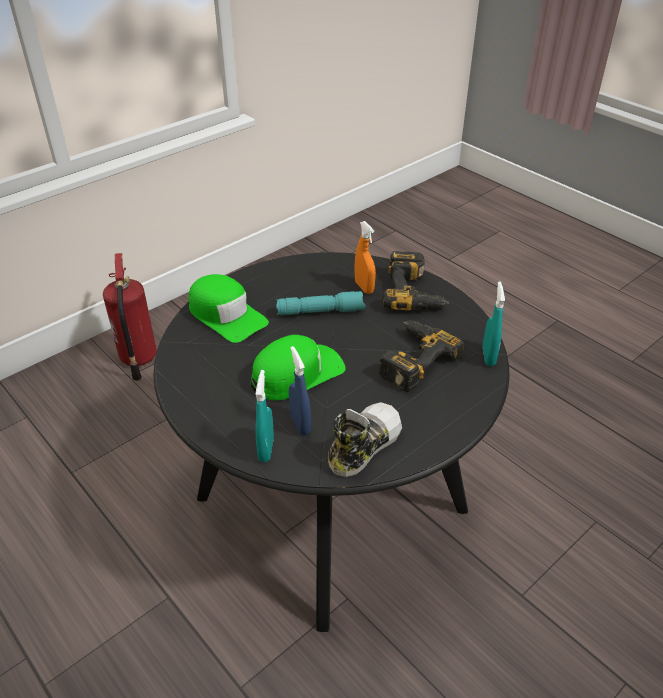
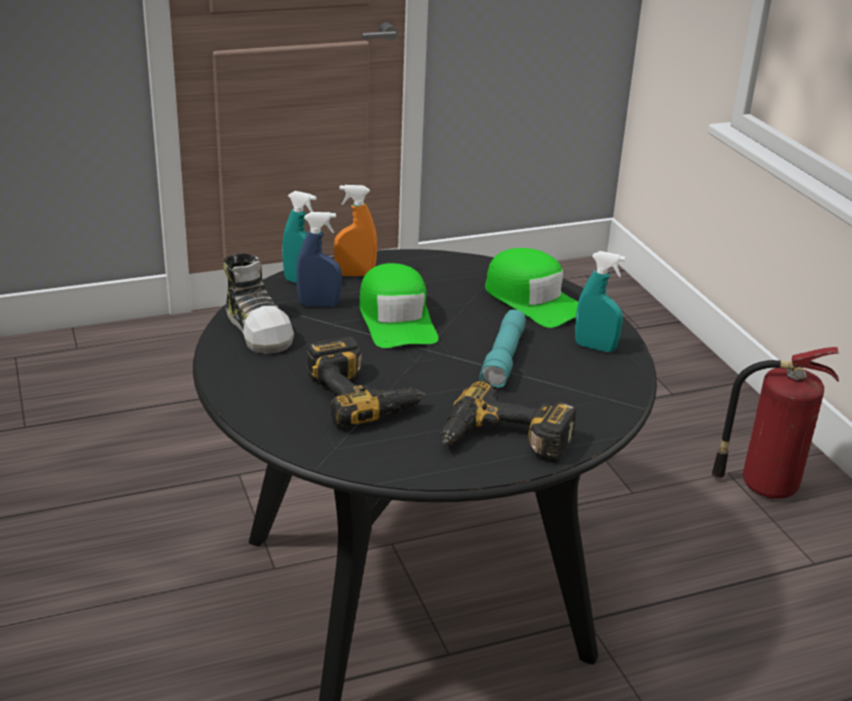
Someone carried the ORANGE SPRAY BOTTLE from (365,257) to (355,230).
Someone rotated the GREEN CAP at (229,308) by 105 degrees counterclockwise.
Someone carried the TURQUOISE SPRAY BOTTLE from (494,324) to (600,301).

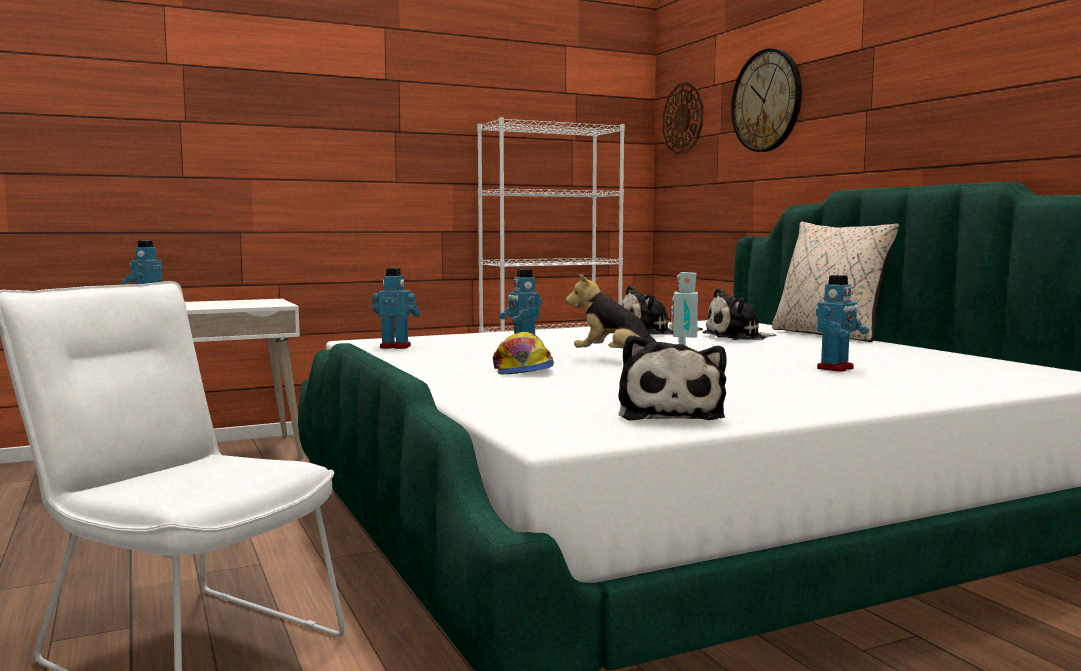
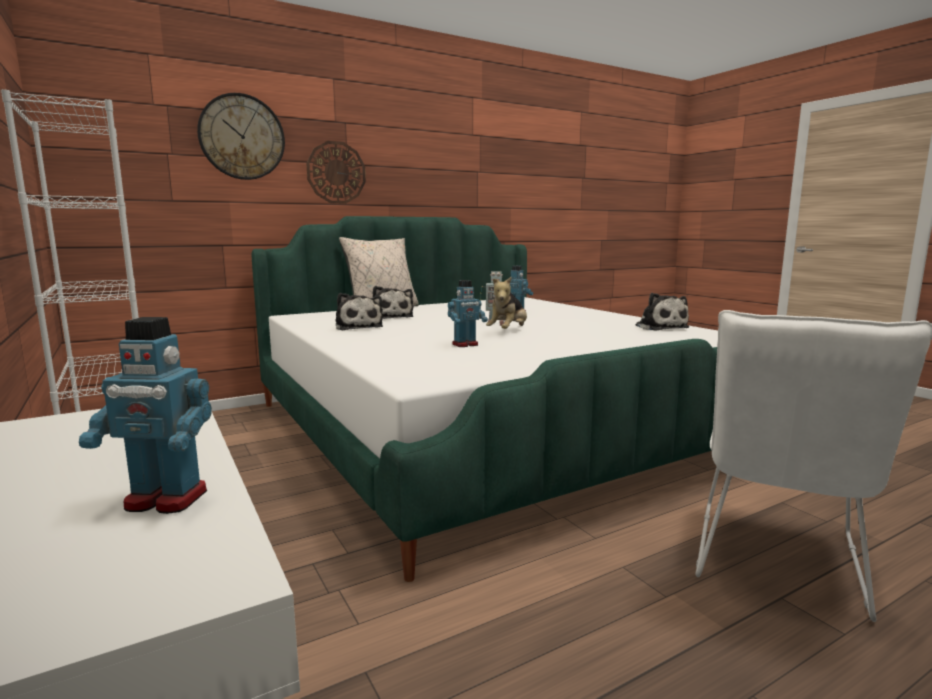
Someone carried the WALL CLOCK from (683,118) to (336,172).
Someone took away the TOY ROBOT at (396,308).
Someone took away the CAP at (523,353).
Someone rotated the PLUSH TOY at (672,377) by 75 degrees clockwise.

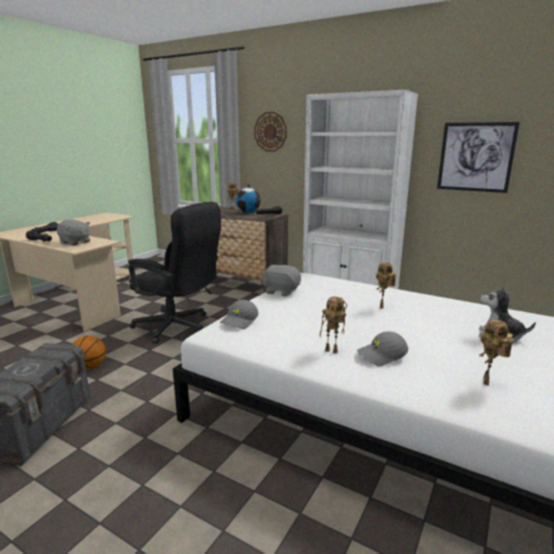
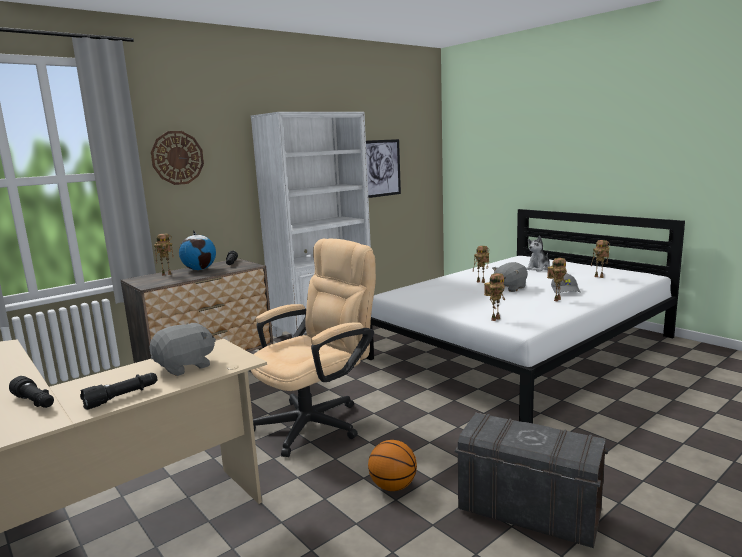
Someone repainted the BLACK OFFICE CHAIR at (174,273), which became the BEIGE OFFICE CHAIR at (313,347).
Someone carried the GREY PLUSH TOY from (281,280) to (509,277).
Someone swapped the GREY CAP at (239,314) for the TOY ROBOT at (494,297).

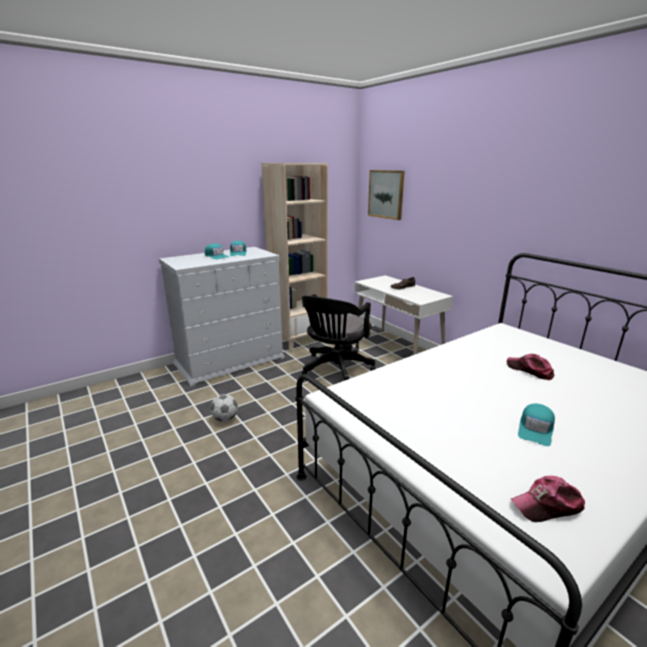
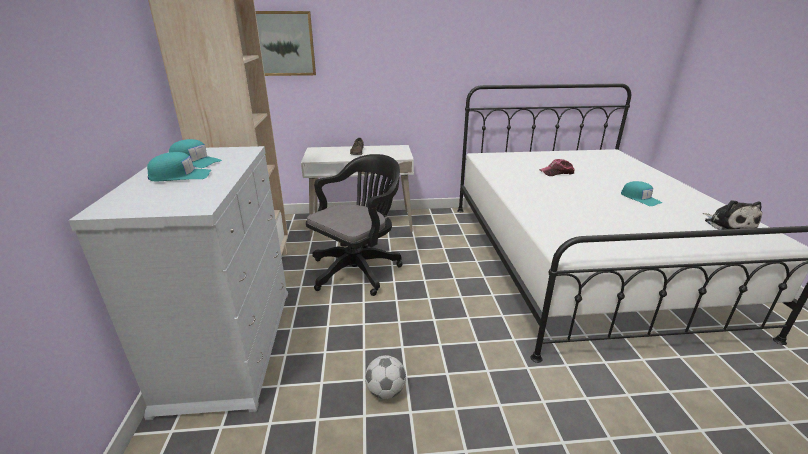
Someone rotated the BLACK OFFICE CHAIR at (338,338) by 105 degrees counterclockwise.
Someone swapped the CAP at (548,499) for the PLUSH TOY at (732,215).

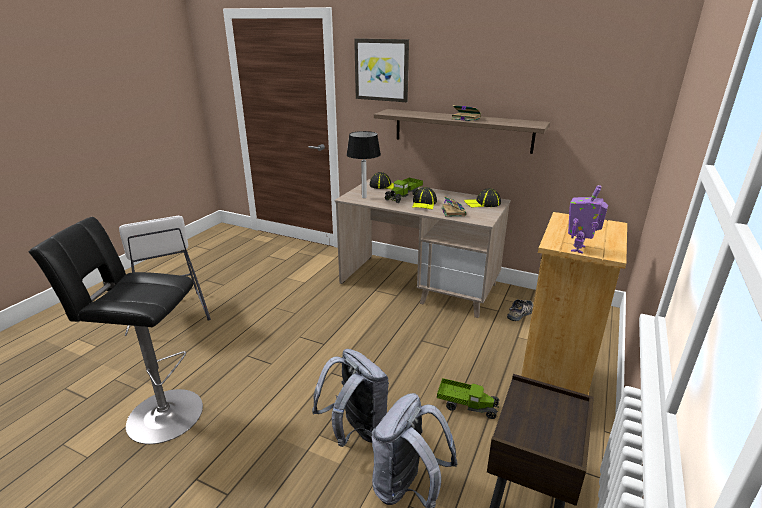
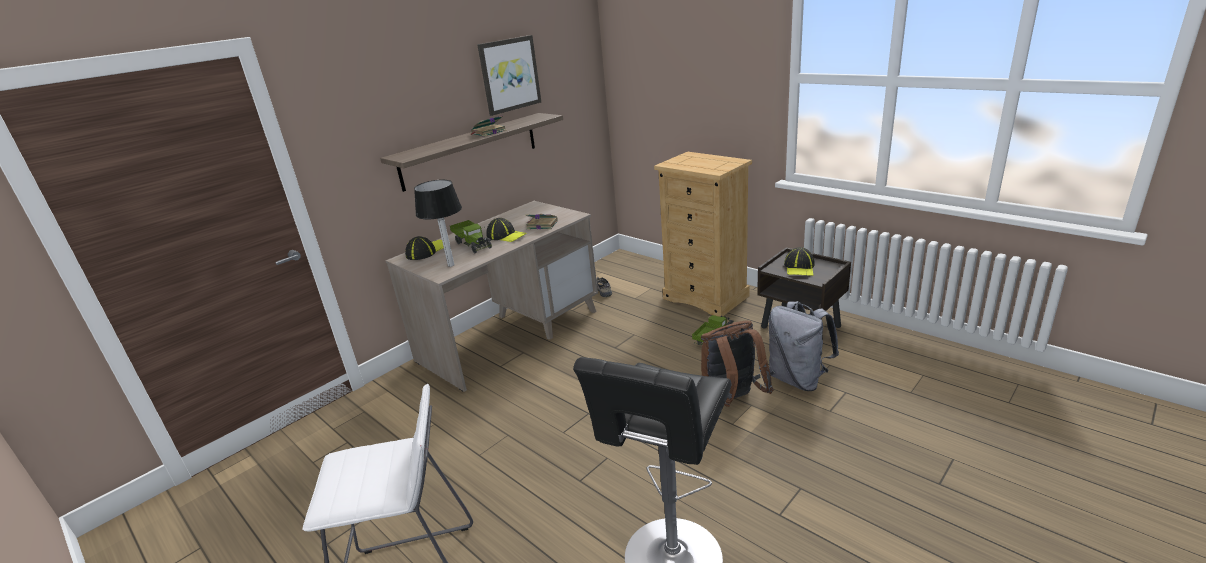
Someone carried the PICTURE from (381,70) to (509,75).
Someone took away the TOY ROBOT at (588,219).
Someone carried the CAP from (482,198) to (799,261).
Someone repainted the GREY BACKPACK at (350,398), which became the BROWN BACKPACK at (737,364).

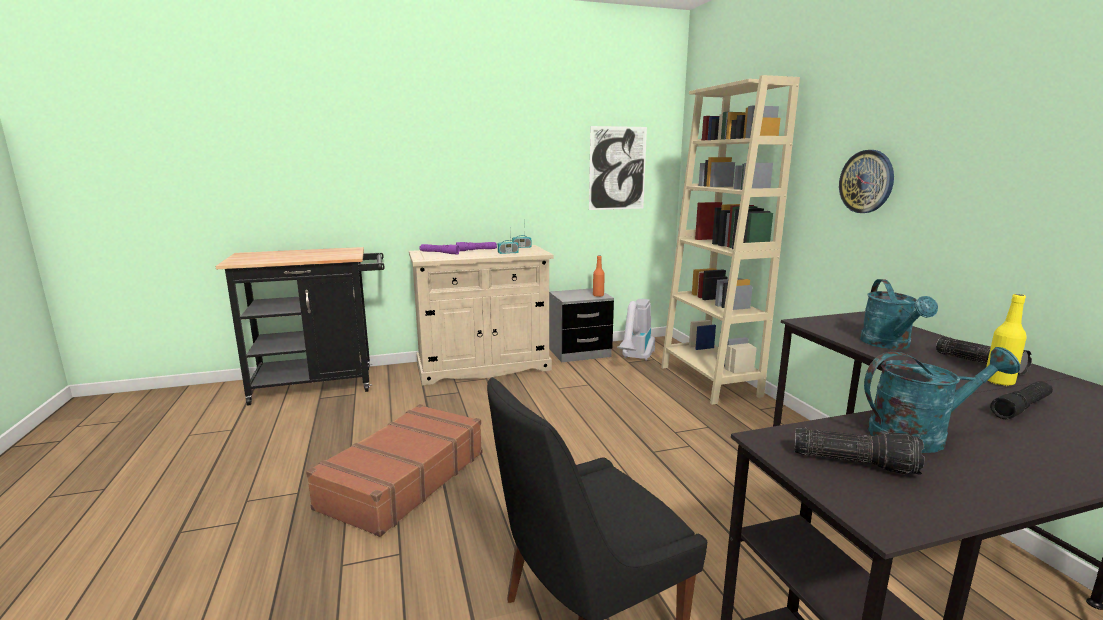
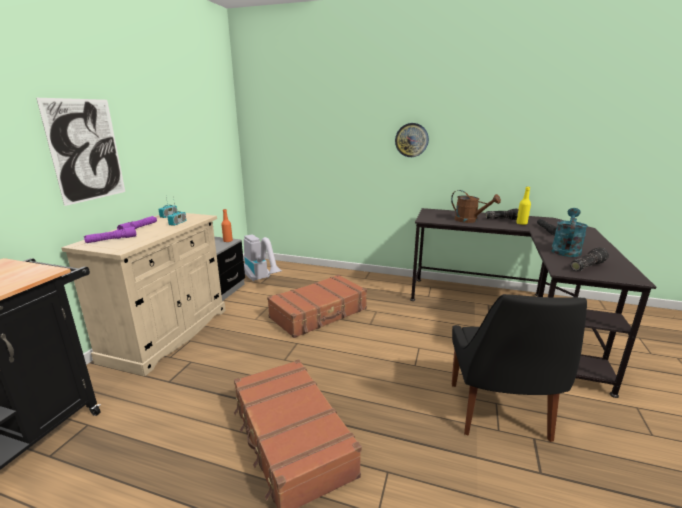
Someone took away the BEIGE BOOKCASE at (730,240).
Someone carried the PICTURE from (618,168) to (80,152).
Someone repainted the TURQUOISE WATERING CAN at (899,314), which became the BROWN WATERING CAN at (476,206).
Someone put down the BROWN SUITCASE at (317,306).

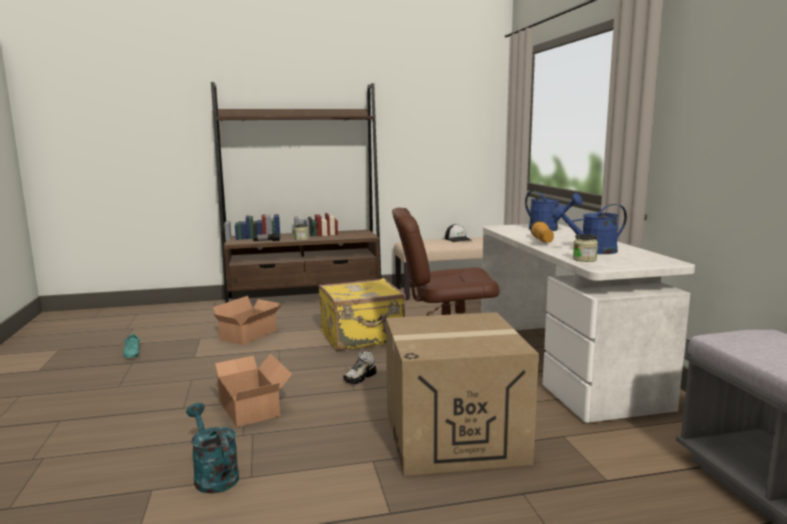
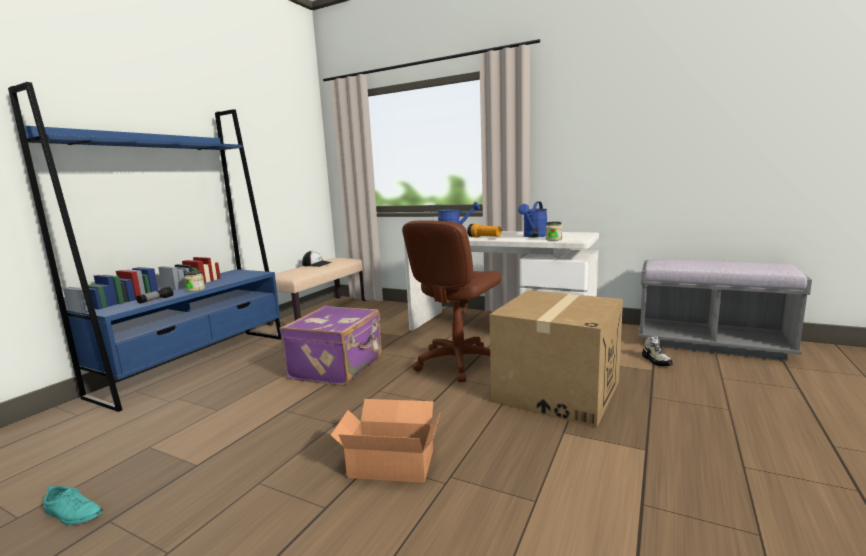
Someone repainted the BROWN BOOKCASE at (296,192), which became the BLUE BOOKCASE at (144,247).
Someone repainted the YELLOW SUITCASE at (362,314), which became the PURPLE SUITCASE at (330,346).
Someone took away the CARDBOARD BOX at (247,320).
Someone carried the SHOE from (359,367) to (657,351).
Someone took away the TURQUOISE WATERING CAN at (212,448).

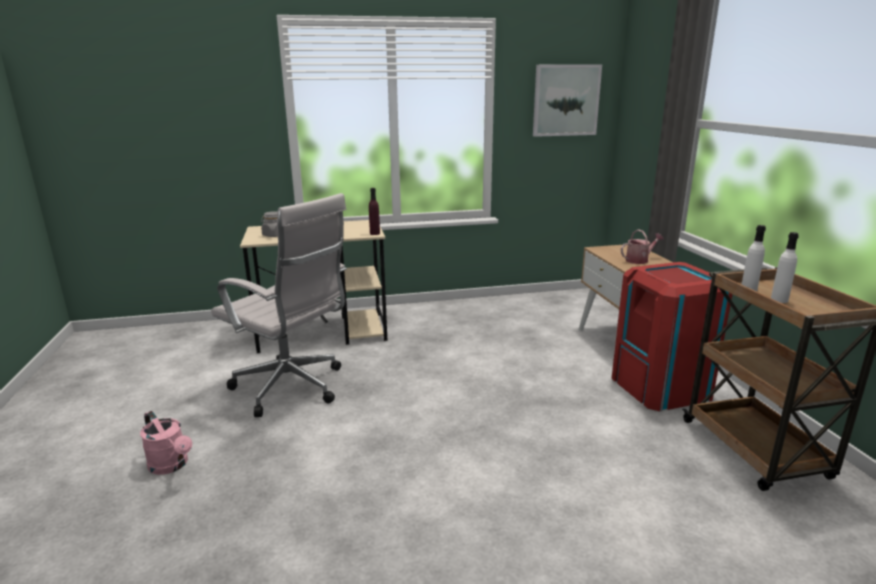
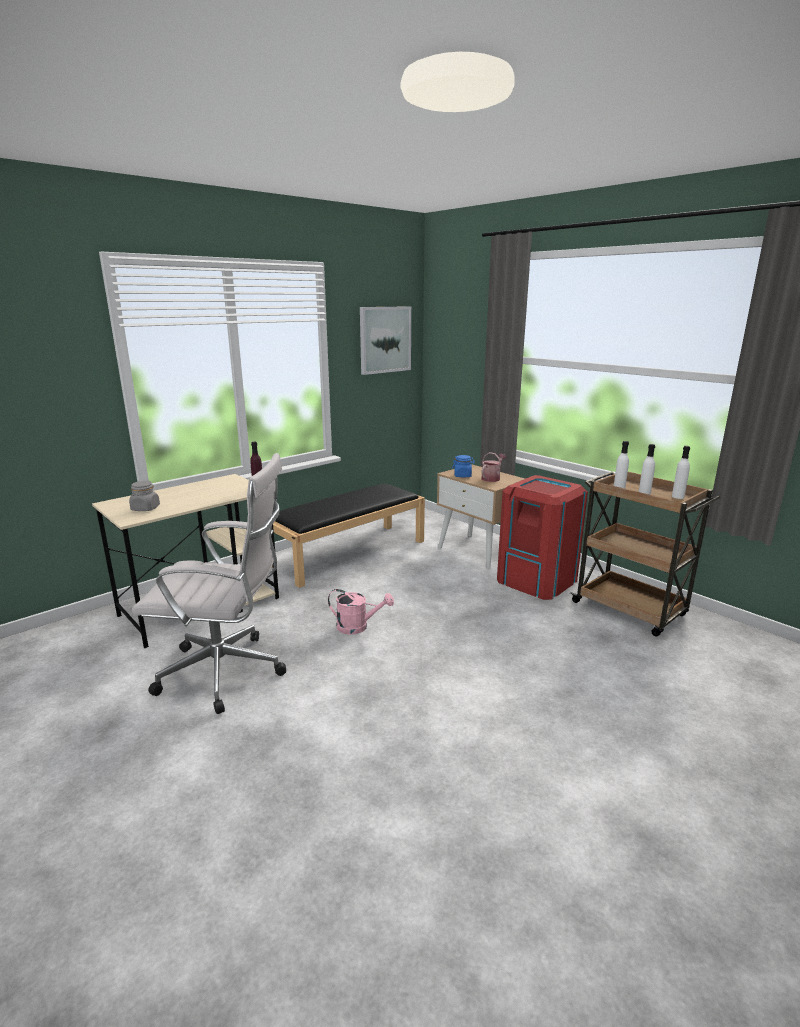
Someone carried the PINK WATERING CAN from (166,443) to (361,612).
Someone put down the WHITE BOTTLE at (681,472).
Someone put down the BLUE JAR at (463,466).
Someone put down the BLACK BENCH at (348,536).

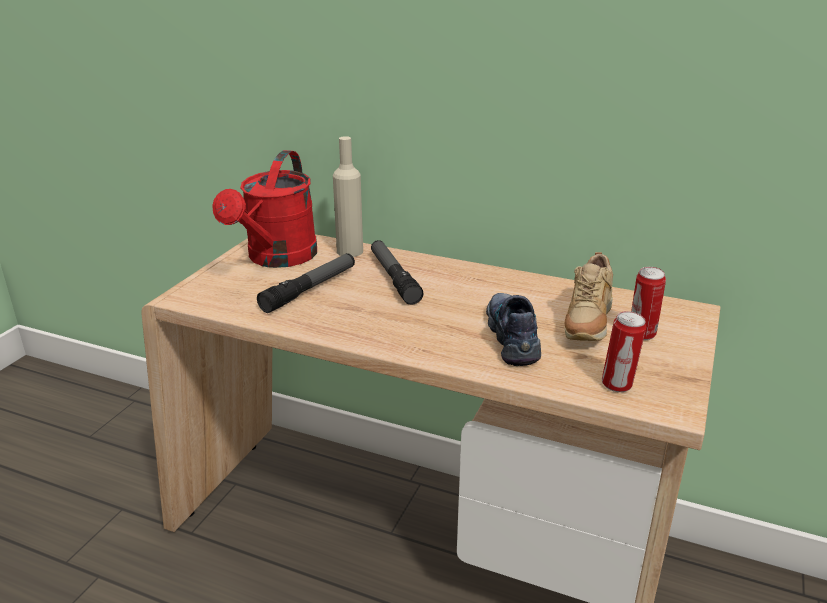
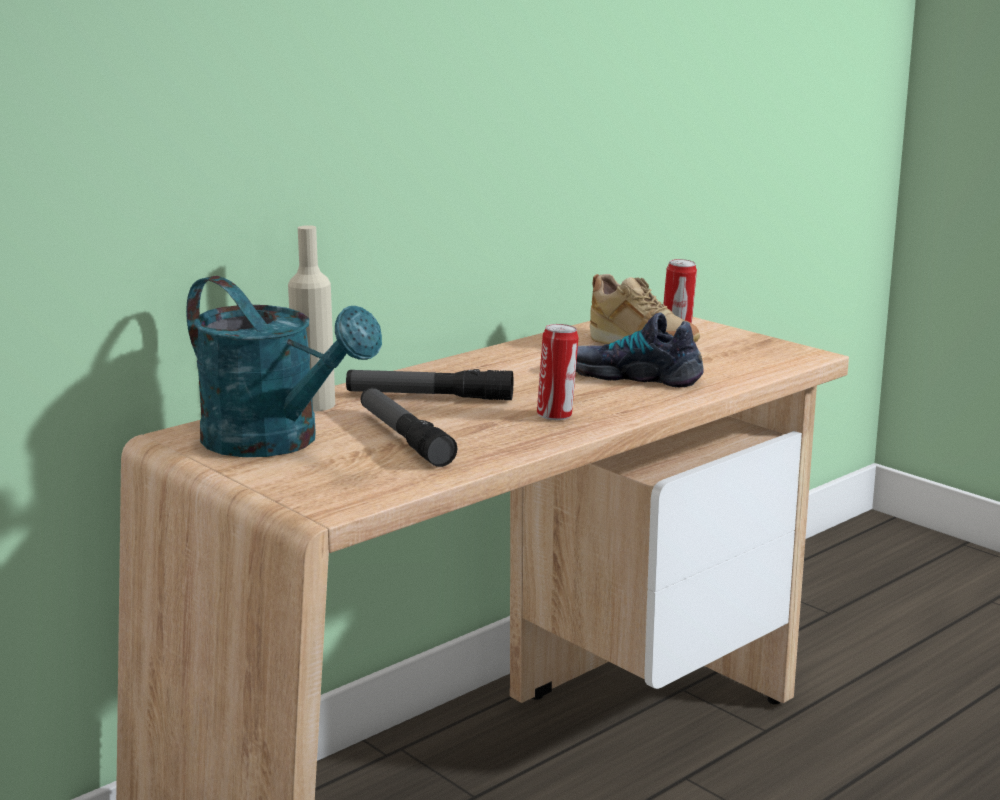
Someone repainted the RED WATERING CAN at (264,209), which became the TURQUOISE WATERING CAN at (284,366).
Someone carried the CAN from (624,351) to (557,372).

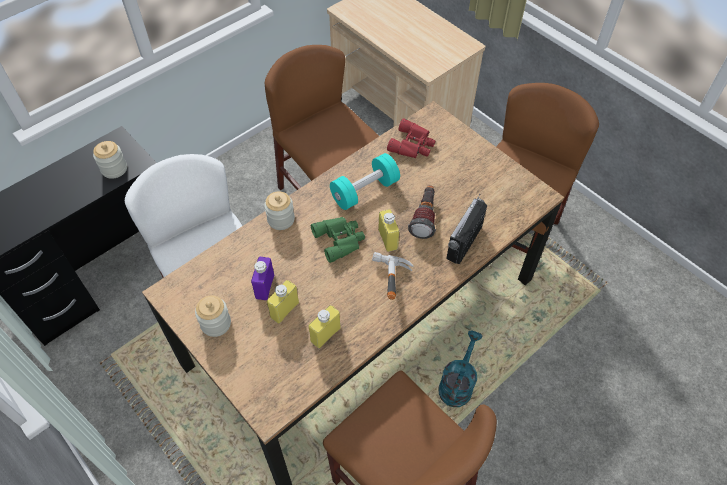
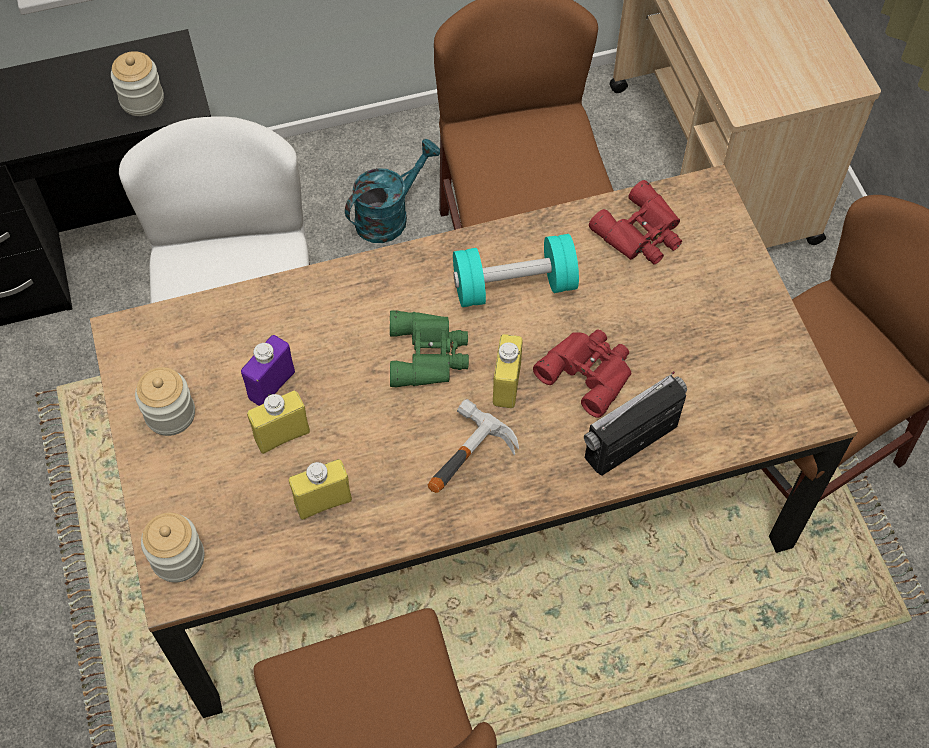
Someone swapped the FLASHLIGHT at (422,212) for the RED BINOCULARS at (582,374).
Someone carried the JAR from (279,210) to (172,548).
Someone carried the TURQUOISE WATERING CAN from (460,368) to (392,191).

